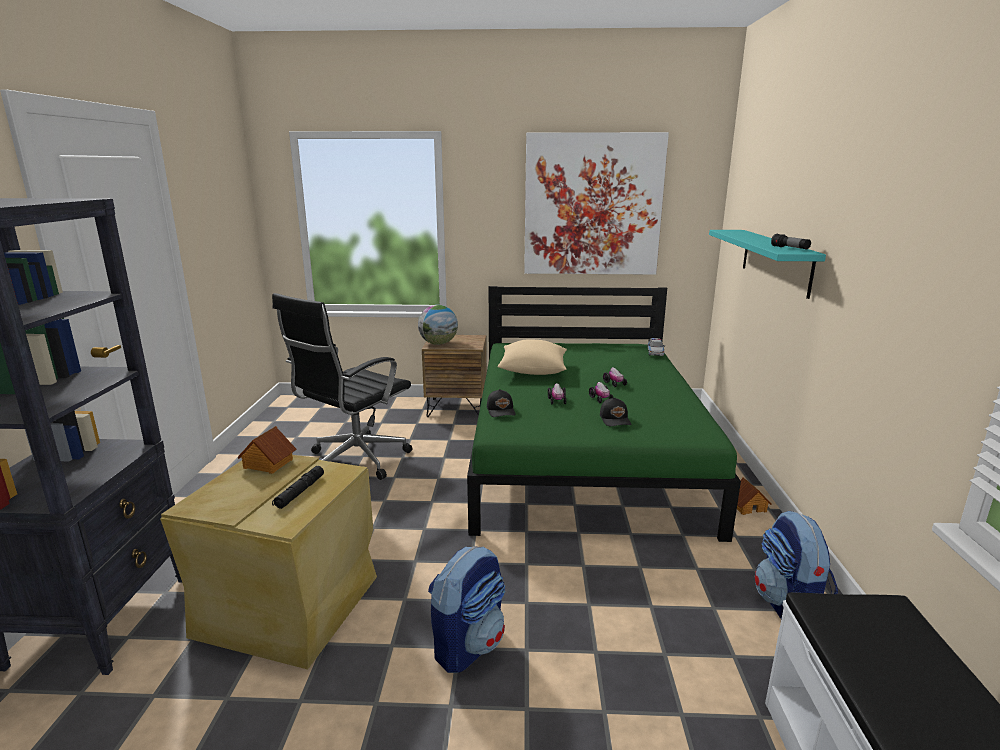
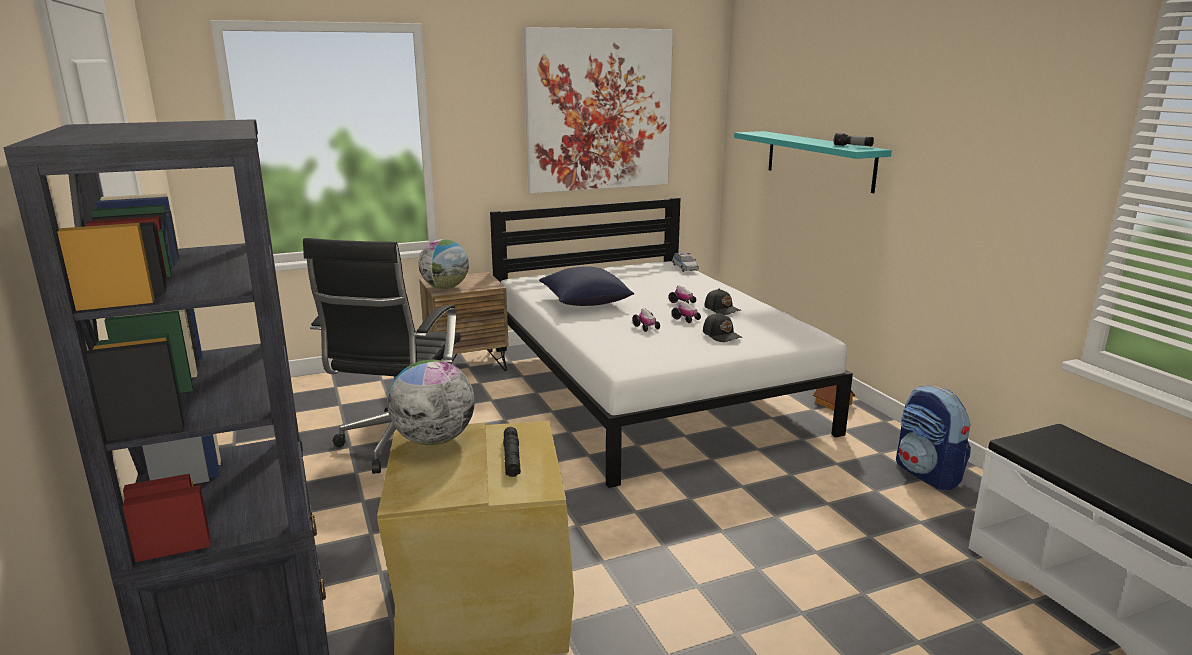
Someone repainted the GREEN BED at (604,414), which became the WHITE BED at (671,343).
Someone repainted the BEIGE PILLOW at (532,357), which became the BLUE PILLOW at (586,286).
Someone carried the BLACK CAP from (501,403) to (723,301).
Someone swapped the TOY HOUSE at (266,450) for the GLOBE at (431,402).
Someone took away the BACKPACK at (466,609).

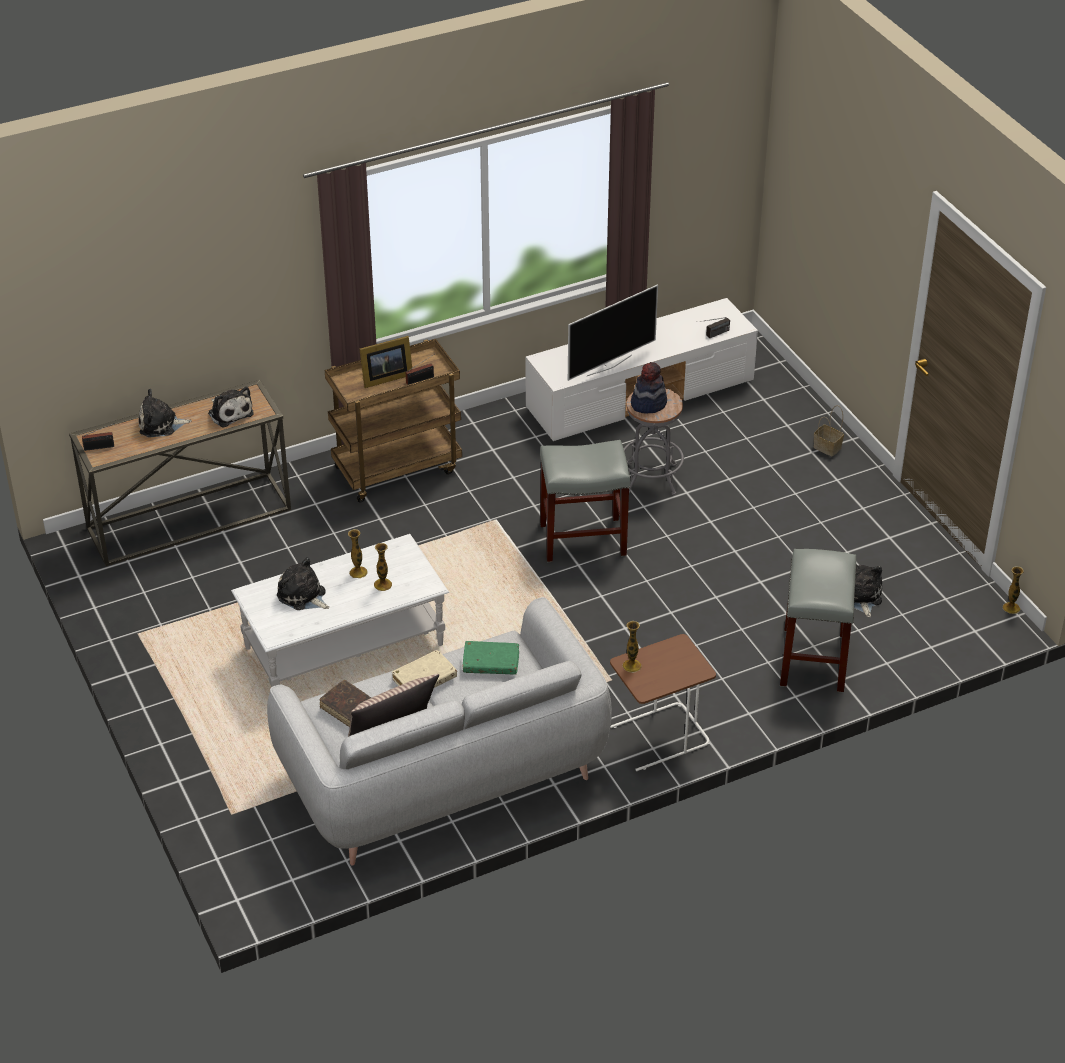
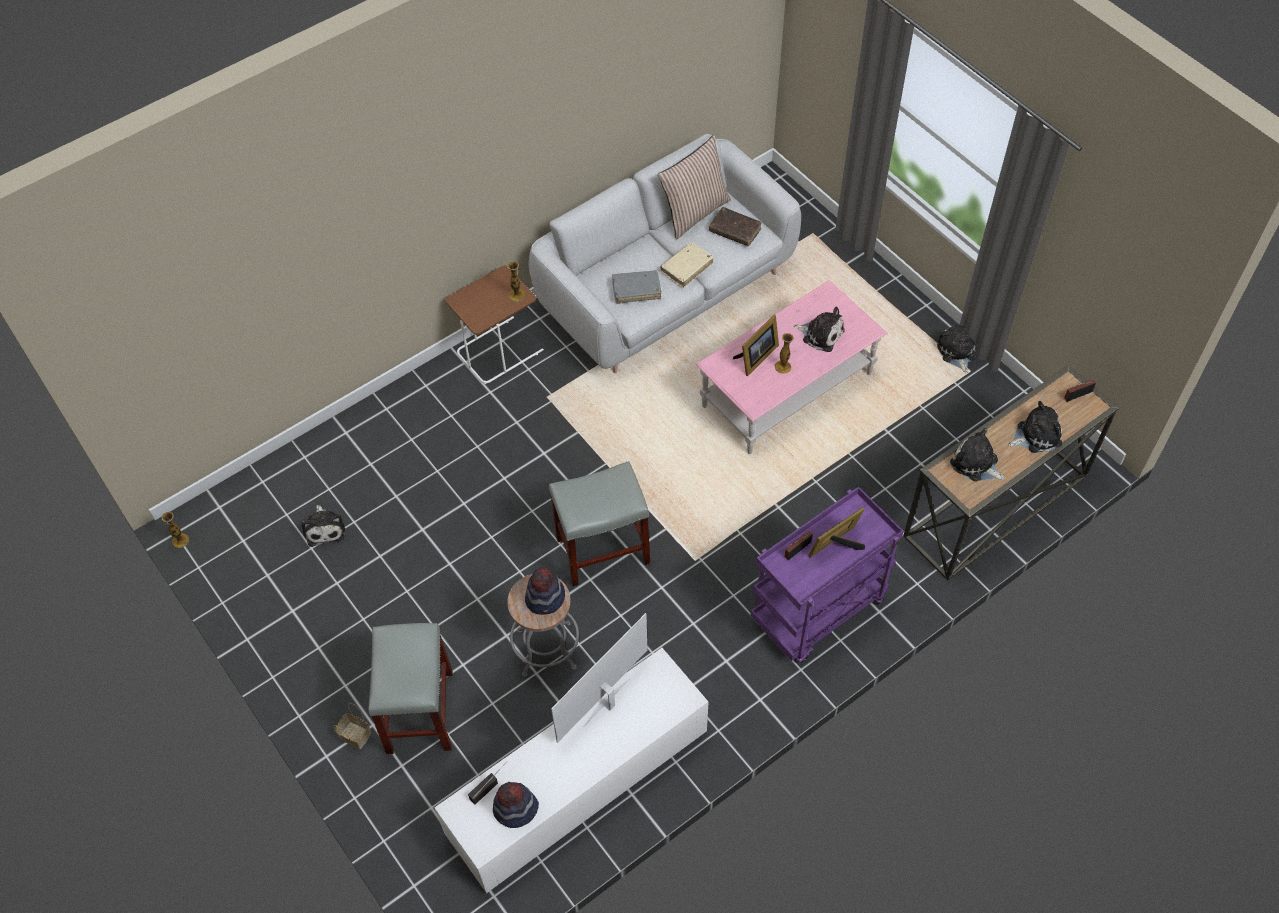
Someone repainted the BROWN CART at (393,421), which became the PURPLE CART at (827,574).
Someone repainted the WHITE COFFEE TABLE at (340,610), which became the PINK COFFEE TABLE at (791,367).
Someone swapped the VASE at (383,567) for the PICTURE FRAME at (756,345).
Someone carried the GREY STOOL from (818,621) to (410,688).
Someone repainted the GREEN BOOK at (491,658), which became the GREY BOOK at (637,287).
Someone put down the PLUSH TOY at (956,349).
Someone put down the HAT at (516,805).

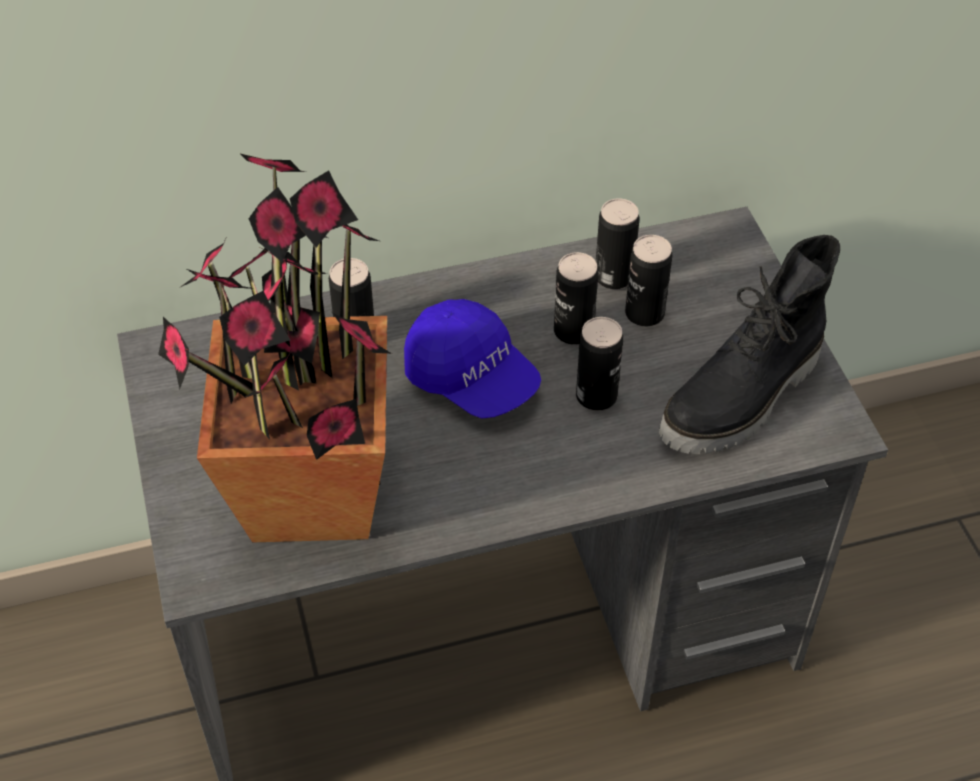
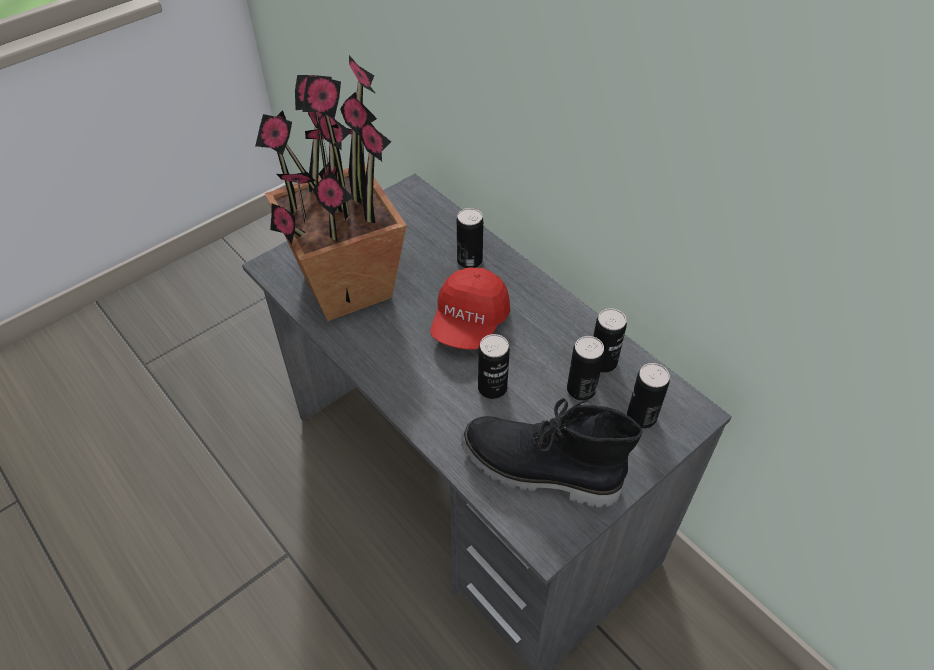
Someone carried the CAN from (576,298) to (648,395).
Someone repainted the BLUE CAP at (472,359), which became the RED CAP at (470,308).

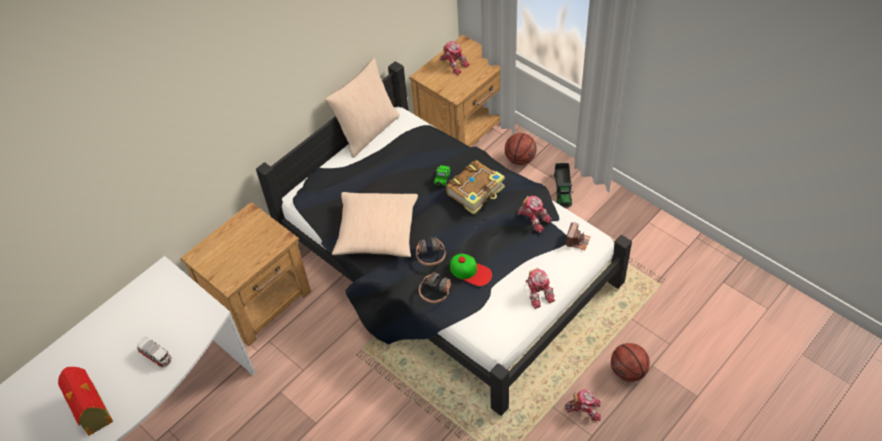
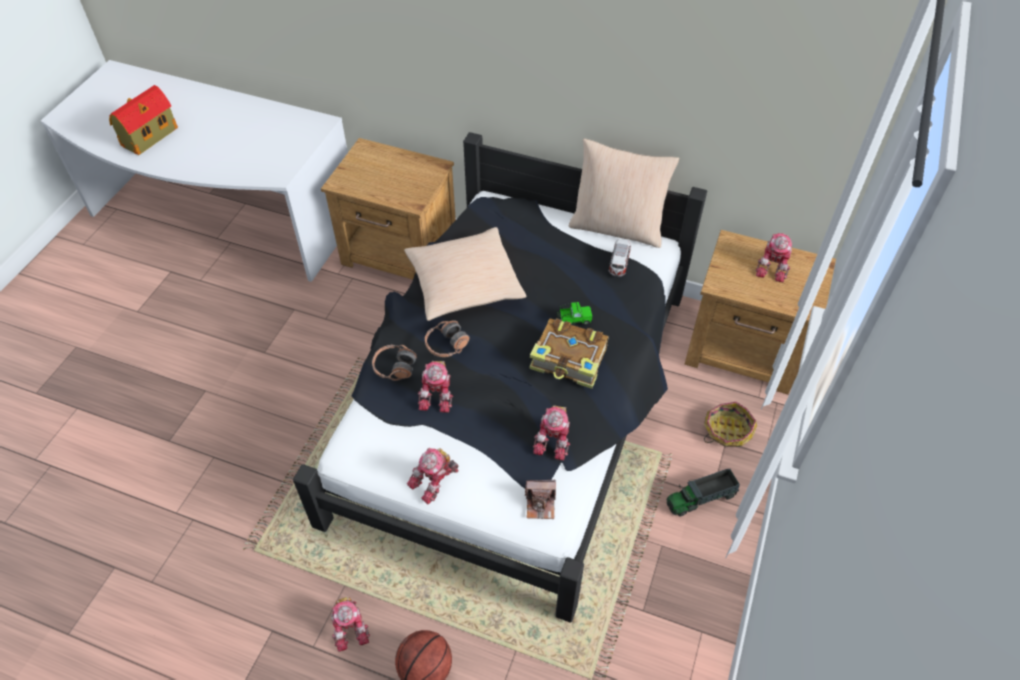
Someone swapped the BASKETBALL at (521,149) for the BASKET at (730,424).
Someone swapped the CAP at (471,270) for the TOY ROBOT at (435,387).
Someone carried the TOY CAR from (154,352) to (620,258).

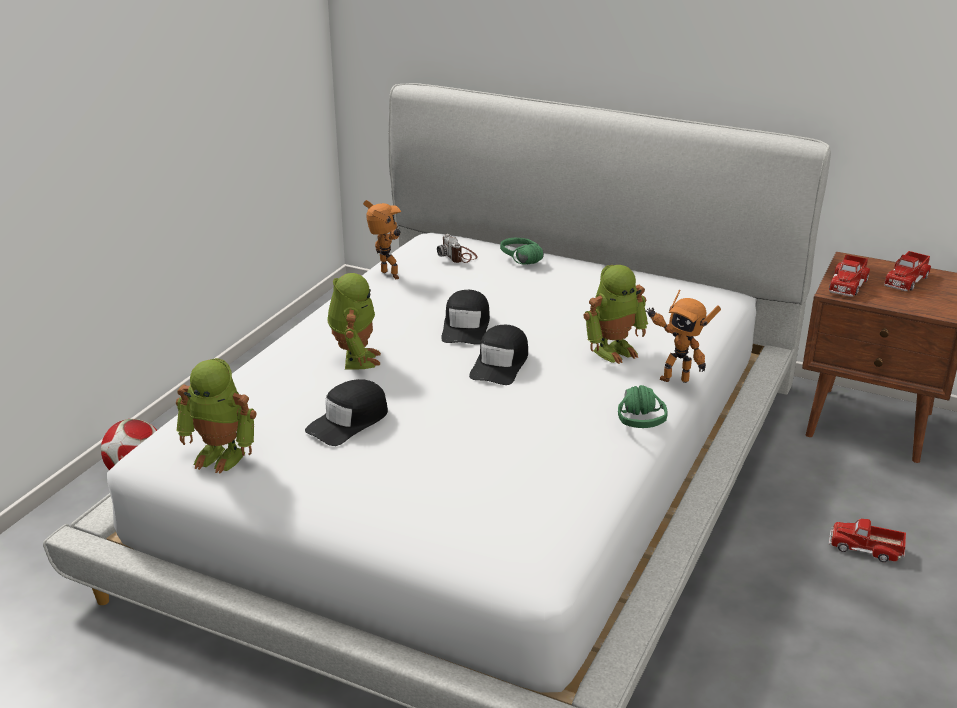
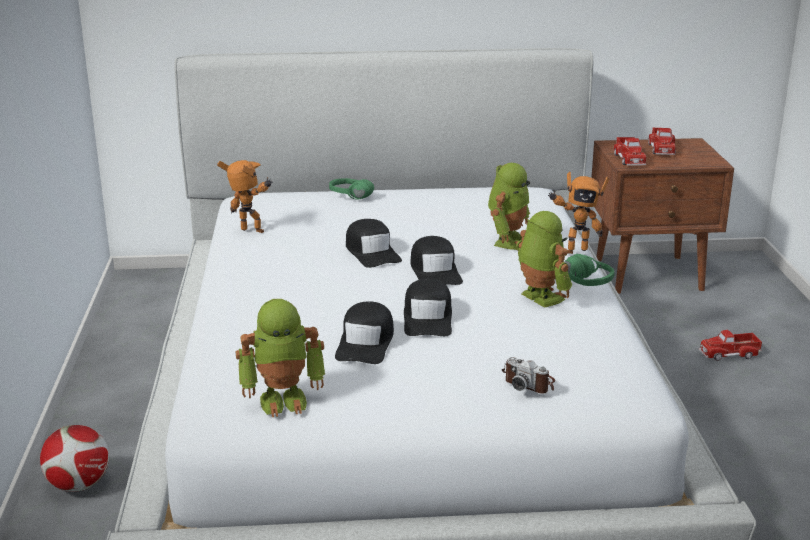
Someone carried the PHOTO CAMERA from (457,248) to (528,375).
Someone carried the TOY ROBOT from (354,321) to (544,259).
Someone put down the BLACK CAP at (428,307).

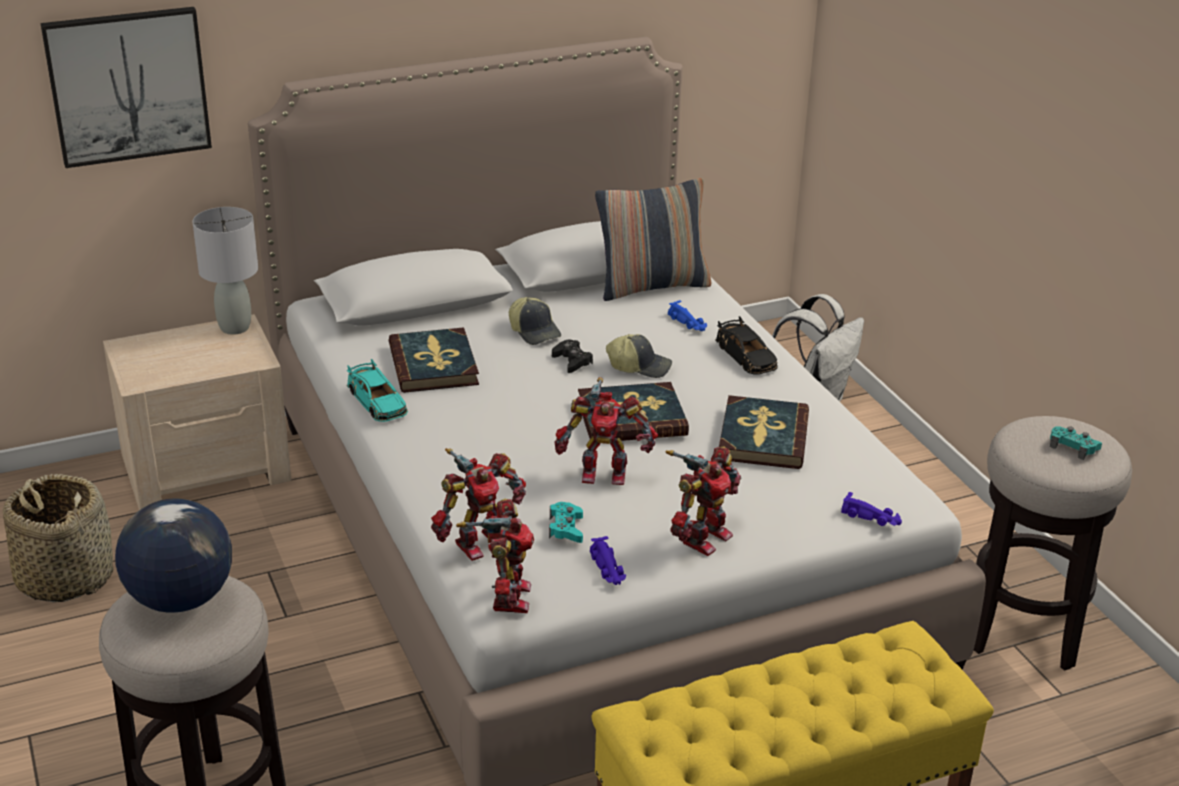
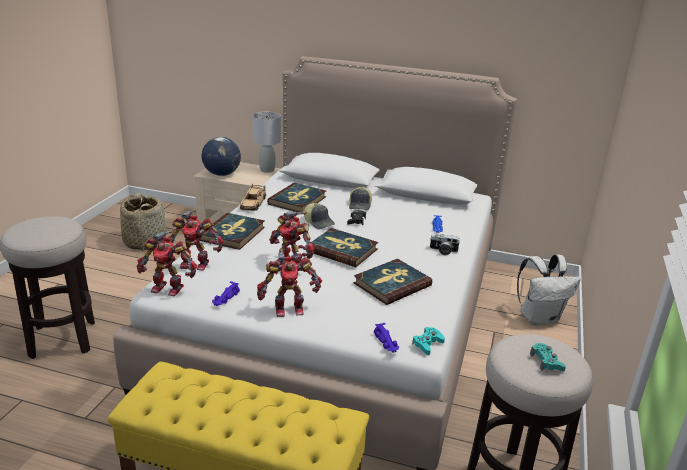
Someone took away the PICTURE at (126,87).
Someone took away the PILLOW at (653,239).
Someone swapped the BLACK TOY CAR at (746,345) for the PHOTO CAMERA at (445,244).
Someone carried the CAP from (639,356) to (319,216).
Someone repainted the TURQUOISE TOY CAR at (377,390), which became the BEIGE TOY CAR at (253,197).
Someone rotated the TOY ROBOT at (495,555) by 60 degrees clockwise.
Someone carried the GLOBE from (173,556) to (221,156).
Someone carried the TURQUOISE GAME CONTROLLER from (566,522) to (428,341).
Someone put down the BOOK at (232,231).

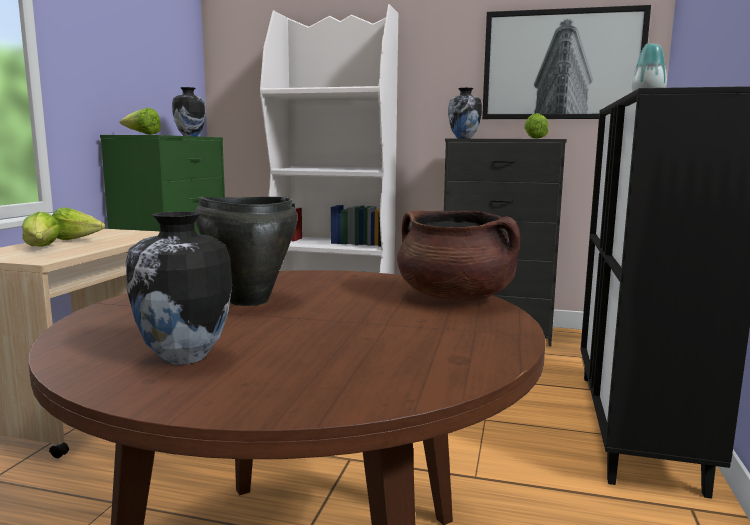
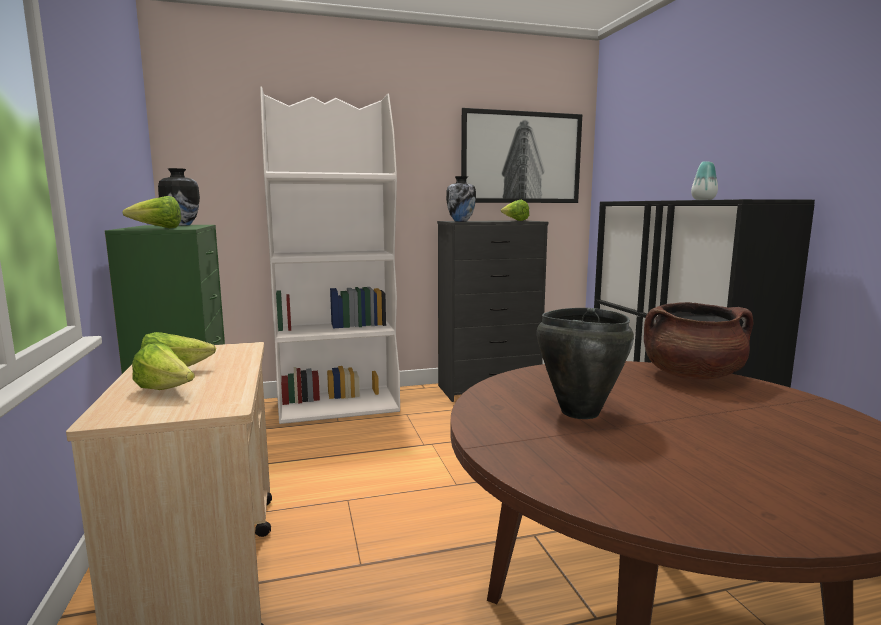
Someone took away the VASE at (179,288).

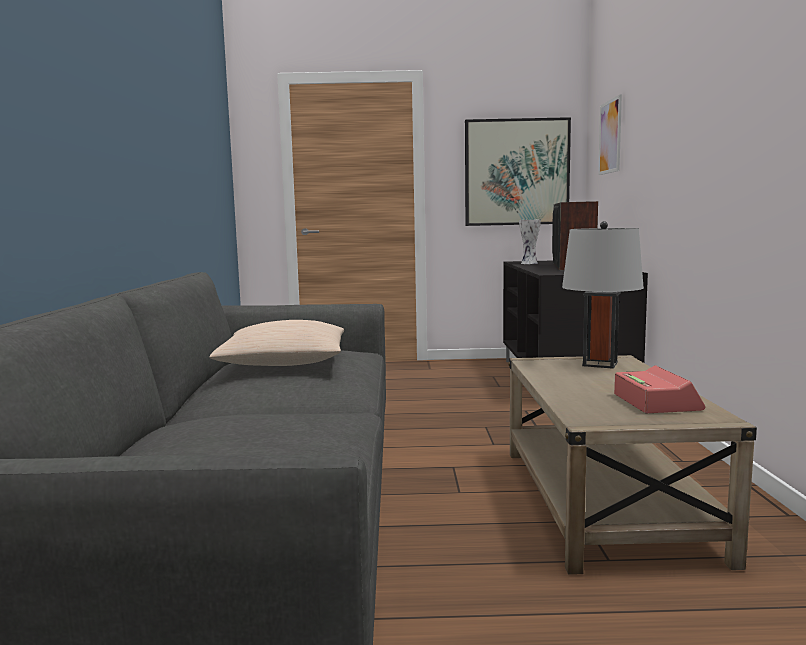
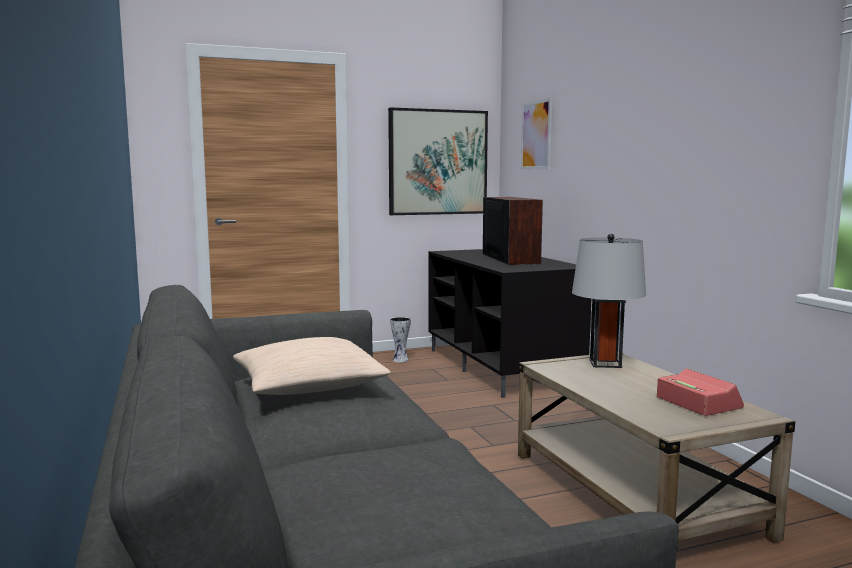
Someone carried the VASE from (530,241) to (400,339).

